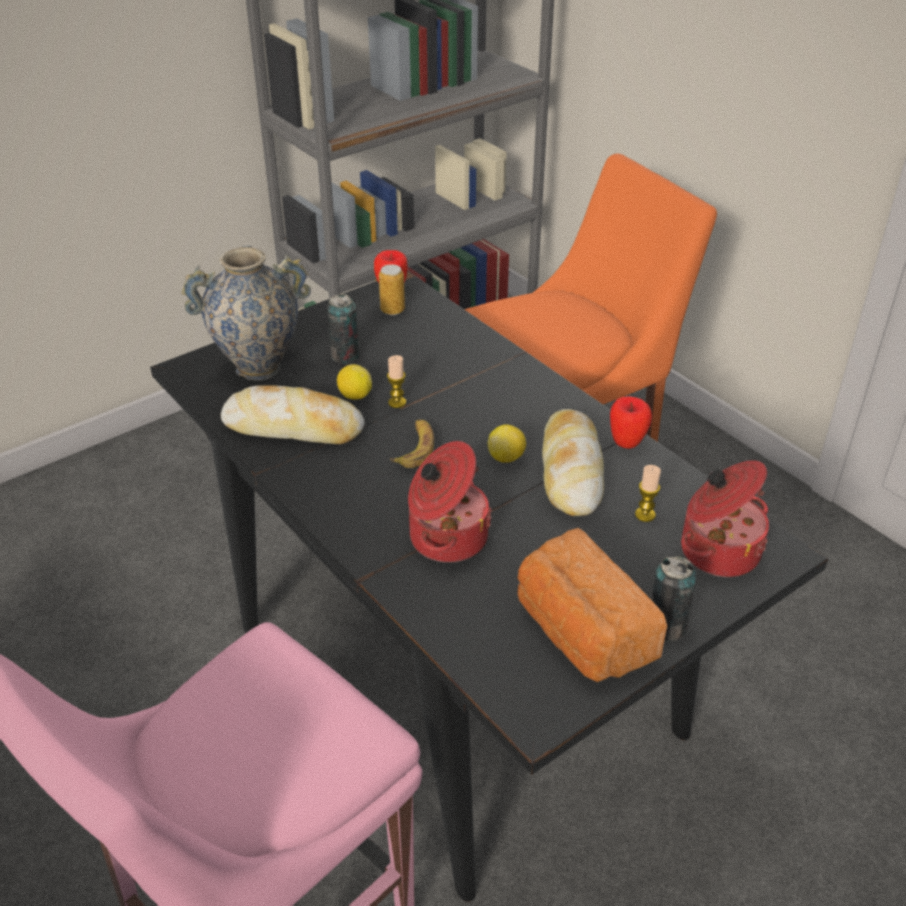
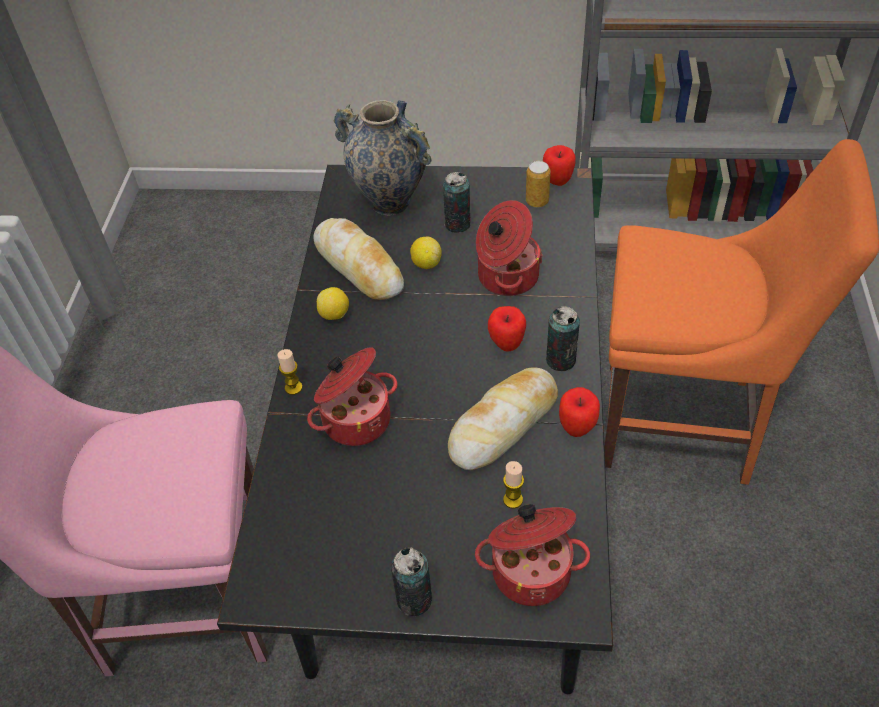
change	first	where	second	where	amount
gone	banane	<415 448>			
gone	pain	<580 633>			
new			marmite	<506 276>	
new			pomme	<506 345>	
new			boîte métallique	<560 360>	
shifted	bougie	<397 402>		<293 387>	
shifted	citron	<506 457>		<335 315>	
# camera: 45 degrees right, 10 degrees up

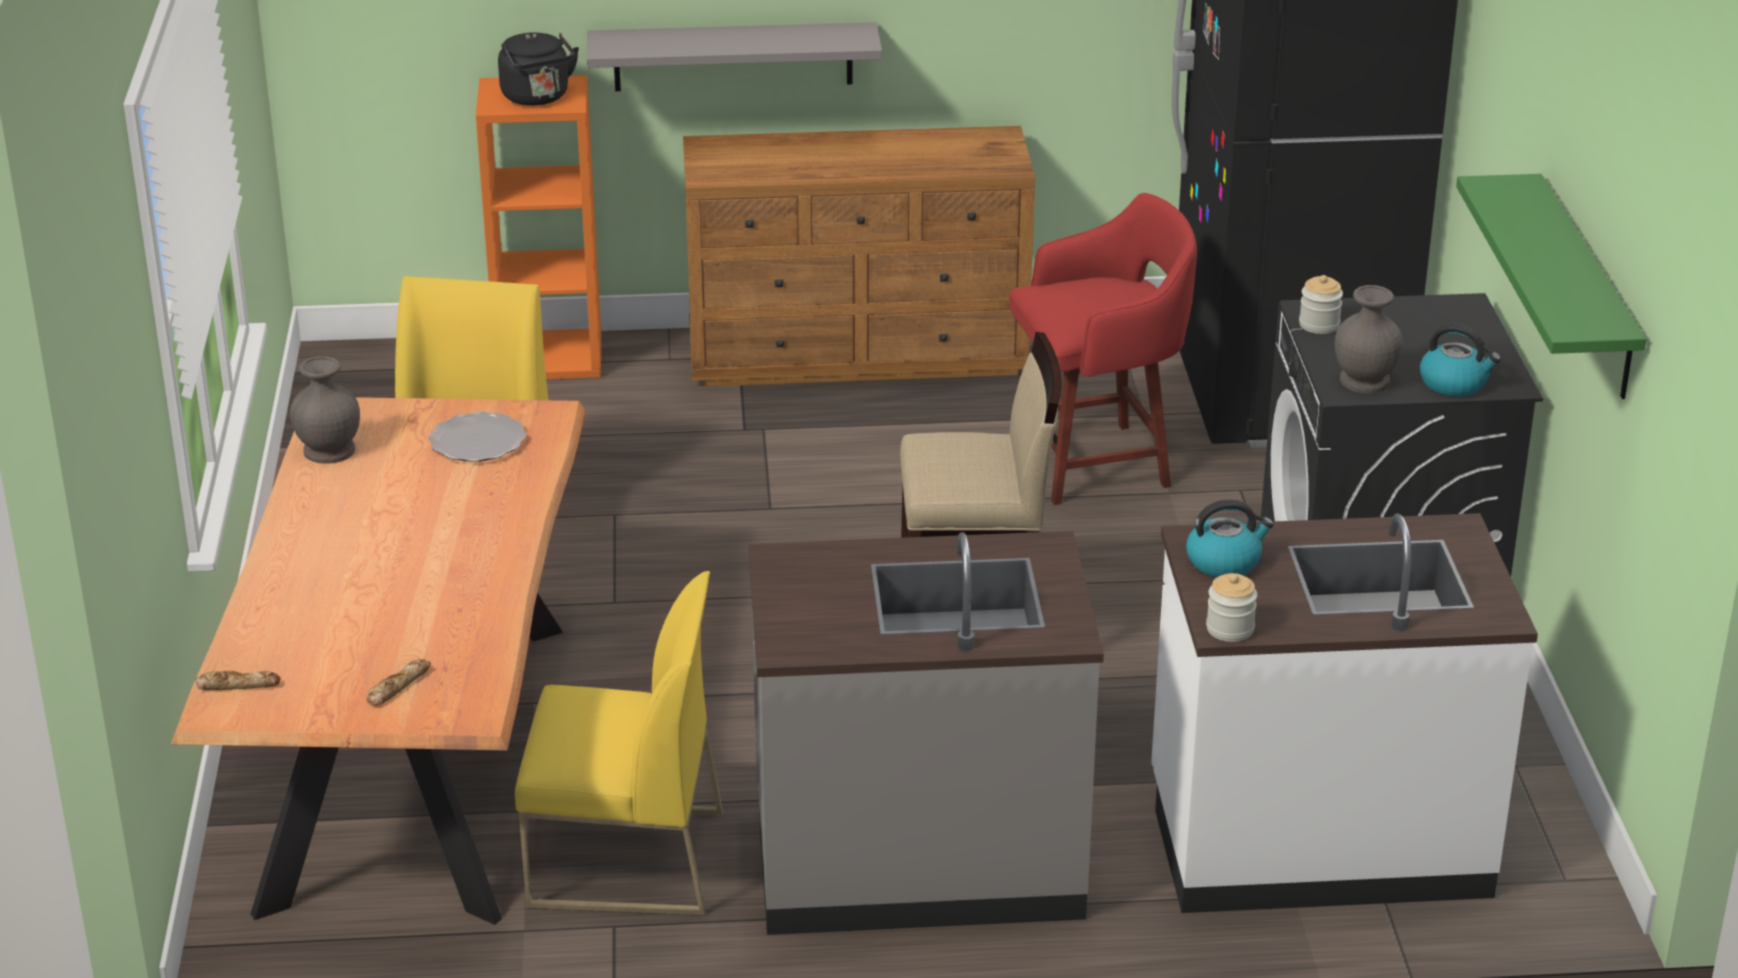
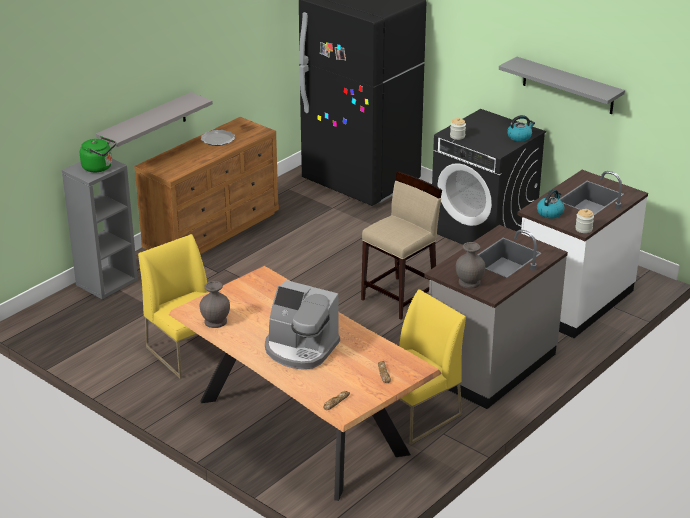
change	first	where	second	where	amount
gone	tabouret (rouge)	<1097 463>			
new			machine à café	<300 349>	
shifted	assiette	<477 442>		<217 139>	
shifted	vase (gris)	<1364 380>		<469 282>	
repainted	bibliothèque (orange)	<550 357>	bibliothèque (gris)	<107 282>	
repainted	bouilloire (noir)	<538 98>	bouilloire (vert)	<99 167>	
repainted	étagère (vert)	<1586 288>	étagère (gris)	<568 86>	
# camera: 45 degrees left, 0 degrees up

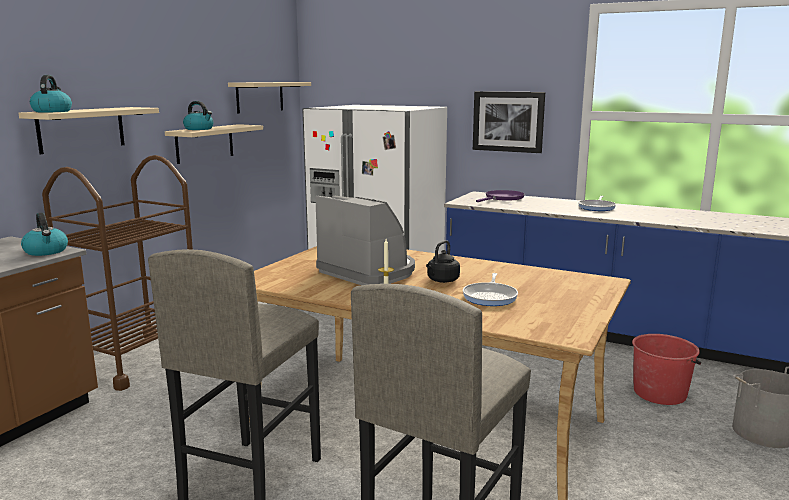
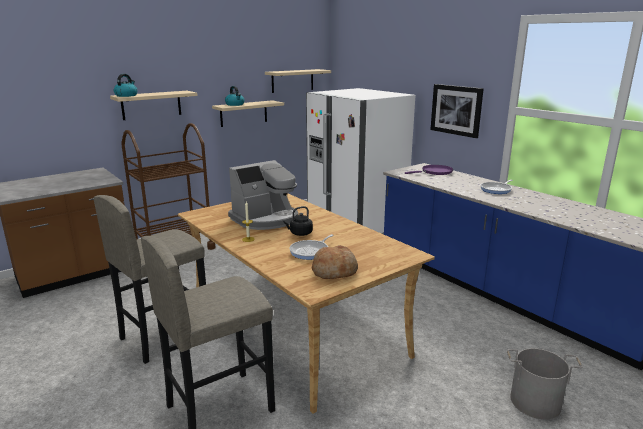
change	first	where	second	where	amount
gone	bouilloire	<46 251>			
gone	seau (rouge)	<660 393>			
new			pain	<334 271>	
rotated	machine à café	<369 272>		<266 219>	75 degrees clockwise
# camera: 25 degrees right, 5 degrees up

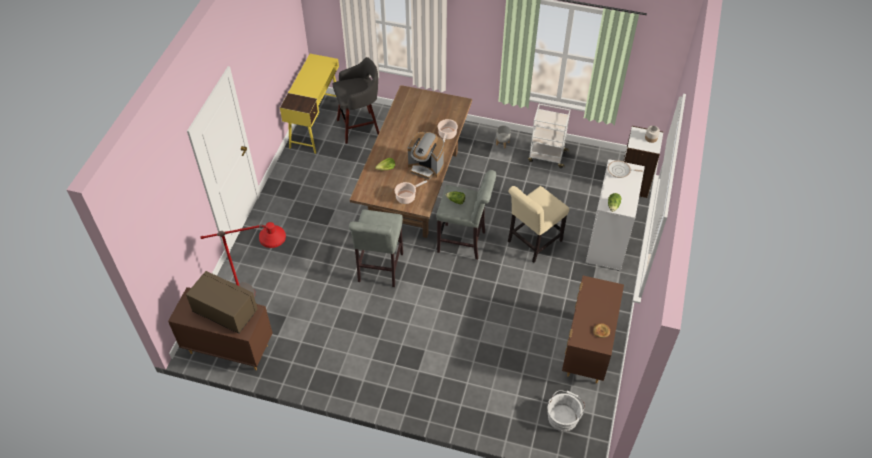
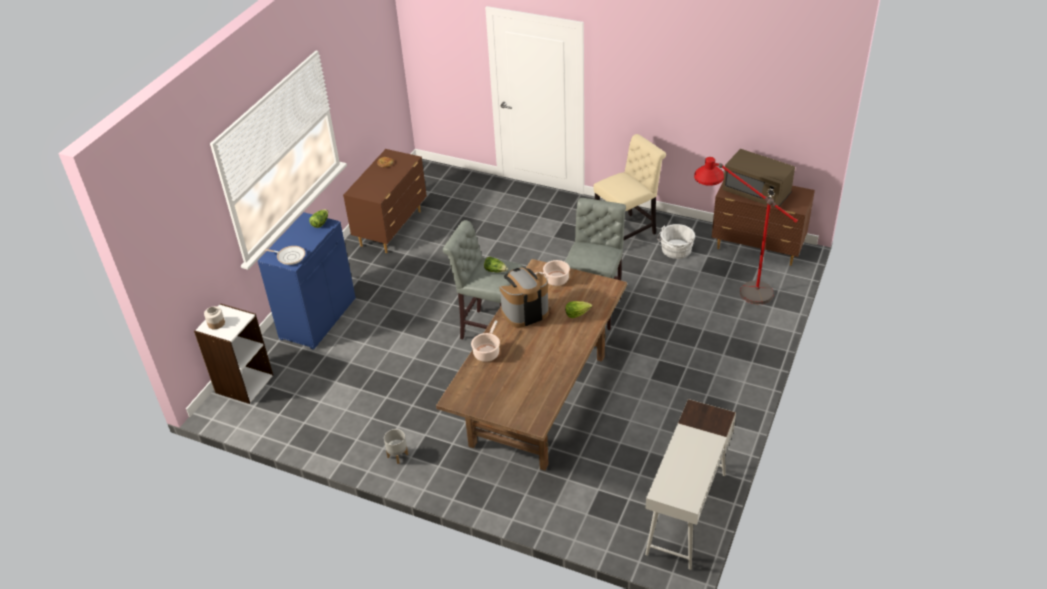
change	first	where	second	where	amount
gone	tabouret (gris)	<360 127>			
gone	chariot (blanc)	<546 156>			
shifted	chaise (beige)	<532 242>		<628 231>	
shifted	seau (blanc)	<563 416>		<675 250>	
repainted	bureau (jaune)	<315 124>	bureau (blanc)	<686 514>	
repainted	meuble de rangement (blanc)	<608 242>	meuble de rangement (bleu)	<317 318>	
rotated	machine à café	<426 167>		<525 312>	60 degrees counterclockwise
# camera: 170 degrees left, 10 degrees down

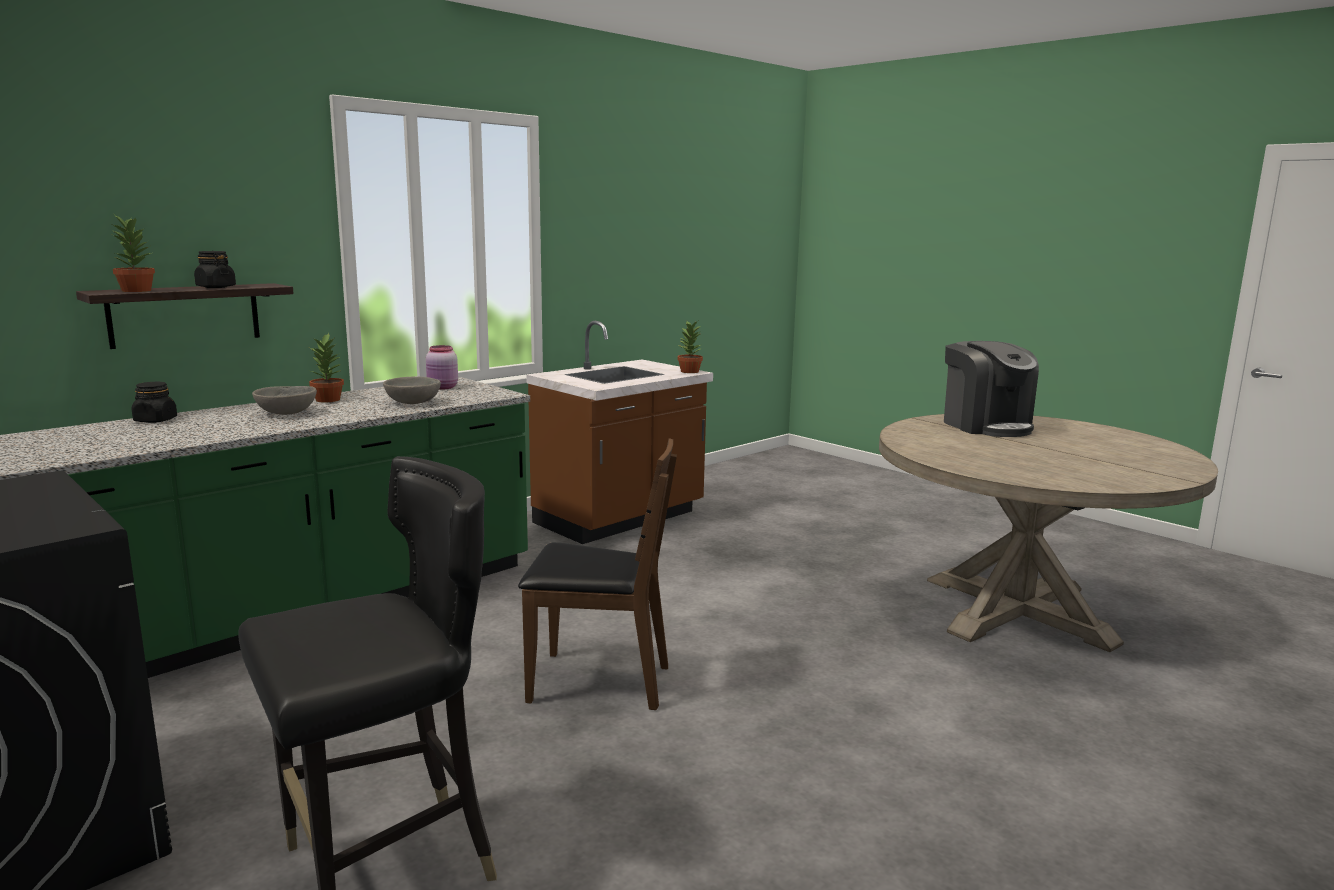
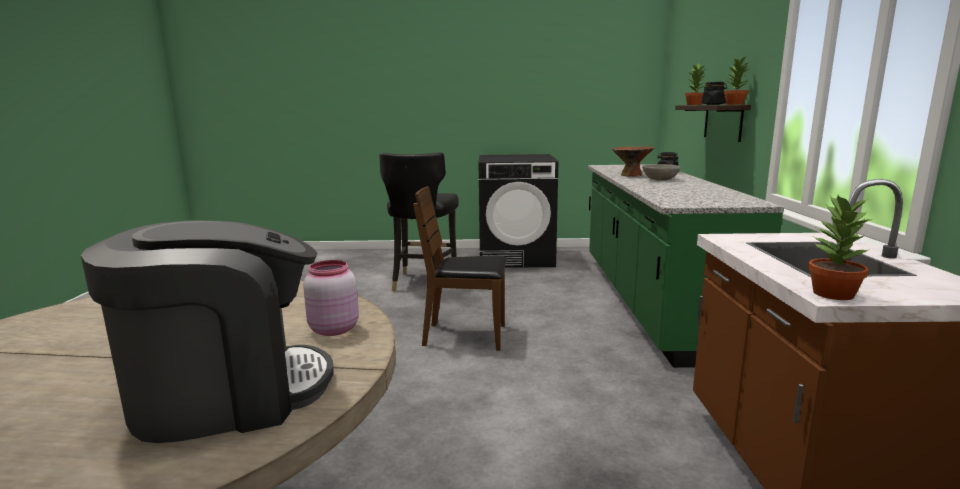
change	first	where	second	where	amount
gone	bol (gris)	<413 402>			
new			bol (marron)	<631 175>	
shifted	plante en pot	<328 400>		<734 104>	
shifted	bocal (rose)	<443 387>		<332 329>	
rotated	chaise (marron)	<598 682>		<466 336>	45 degrees clockwise
rotated	machine à café	<986 426>		<229 393>	135 degrees clockwise
# camera: 135 degrees right, 0 degrees up

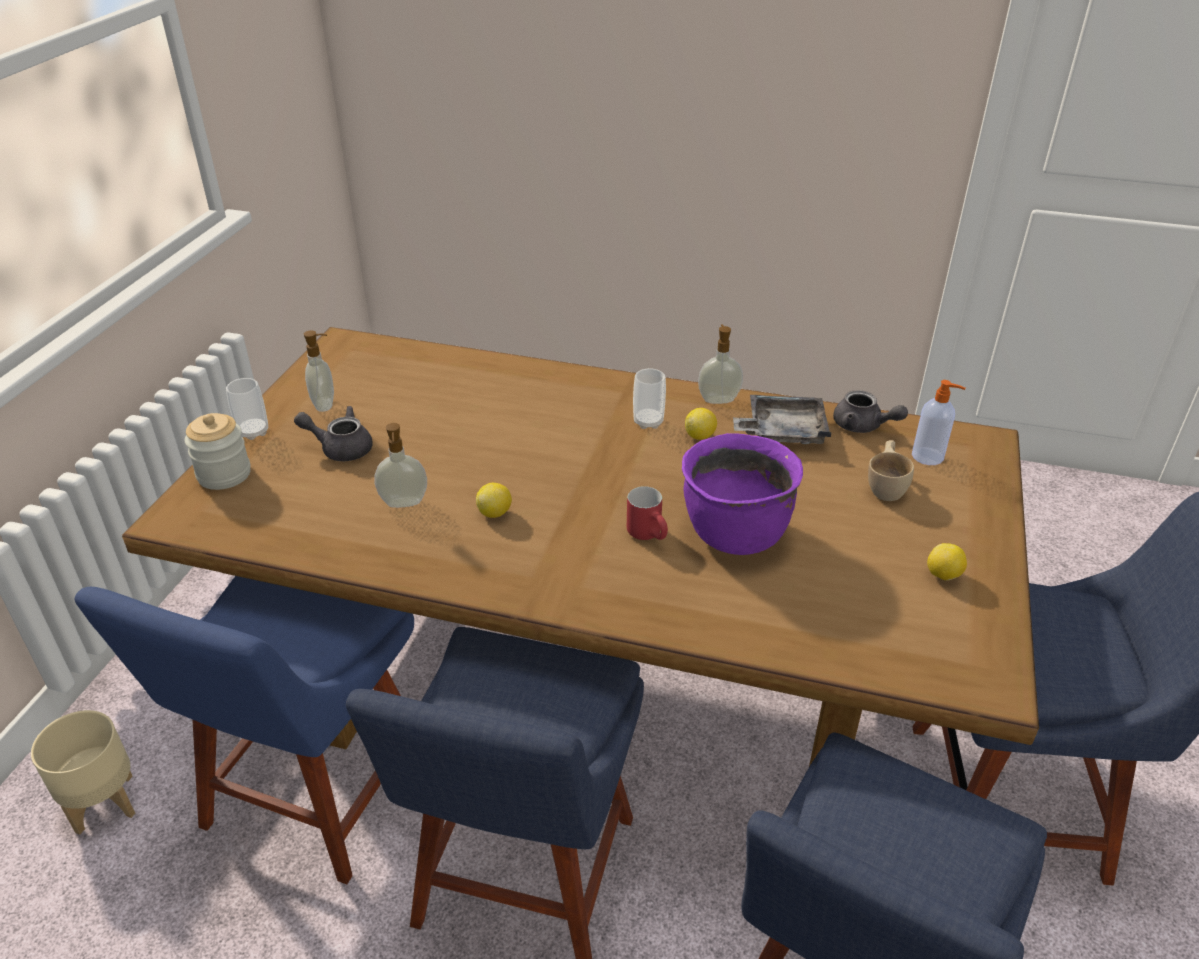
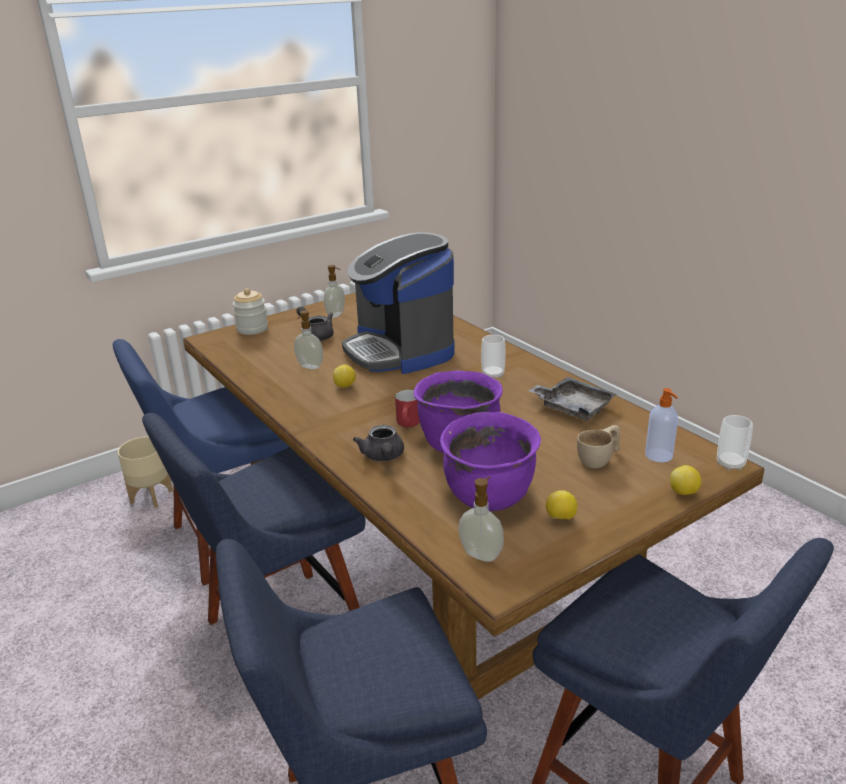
change	first	where	second	where	amount
new			machine à café	<400 350>	
new			marmite (violet)	<490 497>	
shifted	tasse	<253 432>		<730 464>	
shifted	citron	<700 436>		<684 492>	
shifted	distributeur de savon	<718 399>		<481 554>	
shifted	théière (gris)	<863 426>		<383 457>	
# camera: 40 degrees right, 10 degrees down

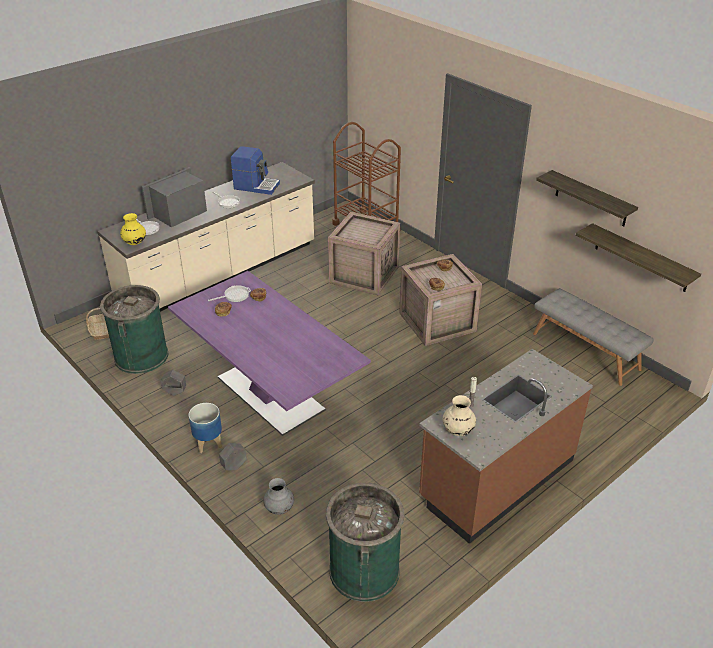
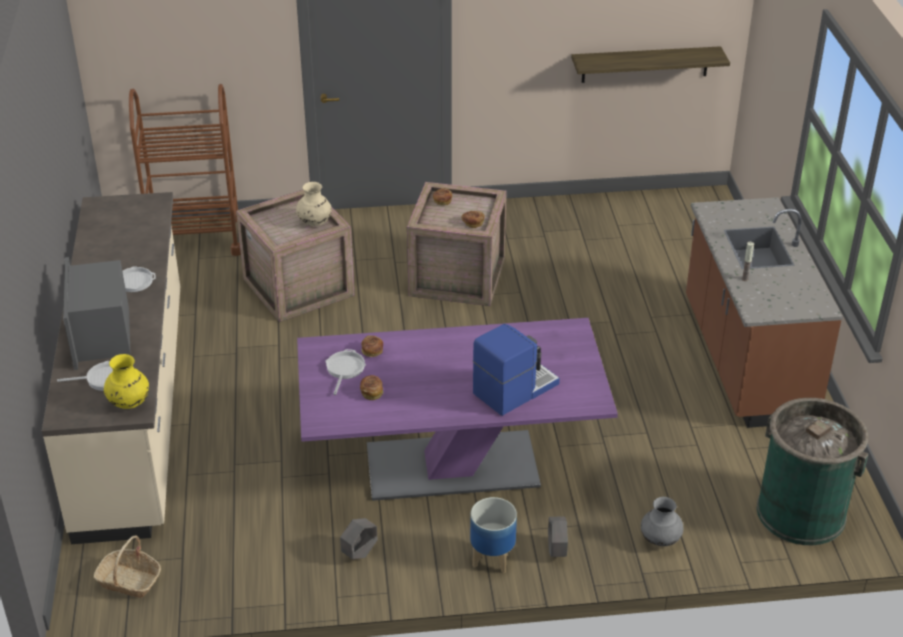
change	first	where	second	where	amount
gone	poubelle (vert)	<141 356>			
gone	banc (gris)	<586 351>			
gone	étagère	<591 199>			
shifted	machine à café	<256 186>		<514 388>	
shifted	vase (beige)	<457 430>		<314 223>	
# camera: 55 degrees left, 0 degrees up

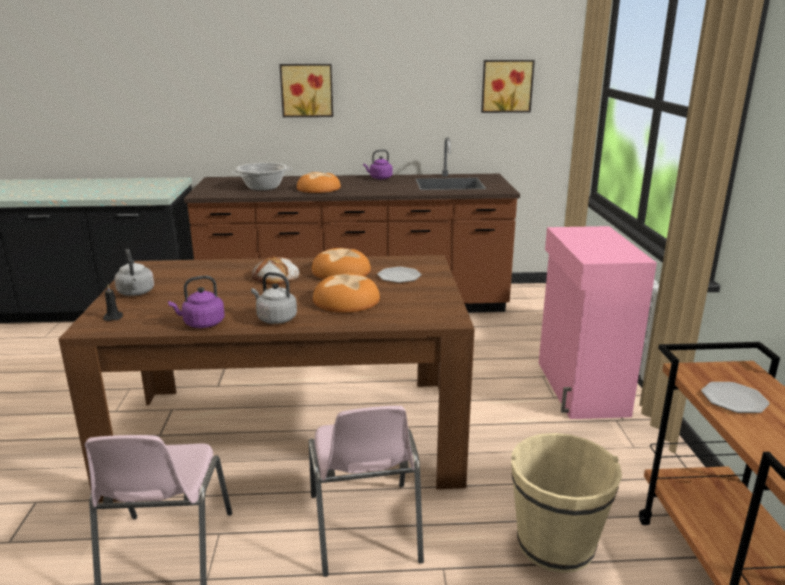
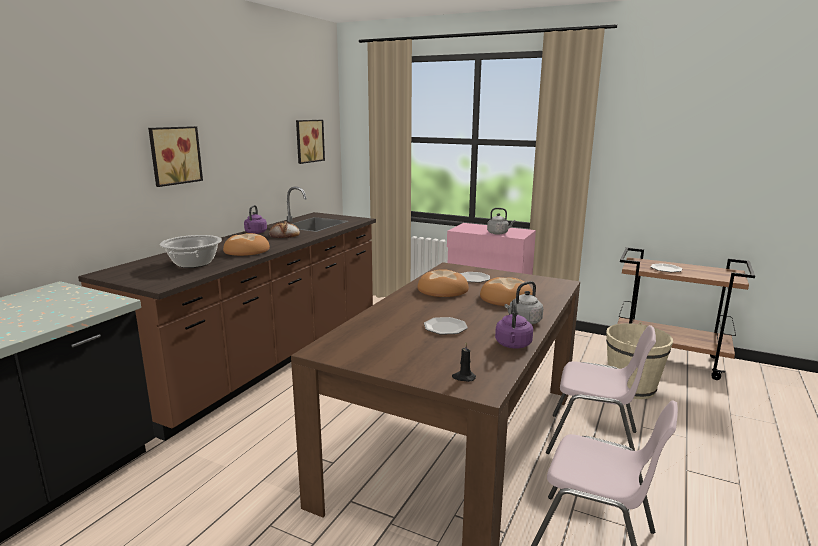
change	first	where	second	where	amount
new			assiette	<445 327>	
shifted	bouilloire (gris)	<136 293>		<498 233>	
shifted	pain	<275 277>		<285 235>	
# camera: 60 degrees left, 5 degrees down

